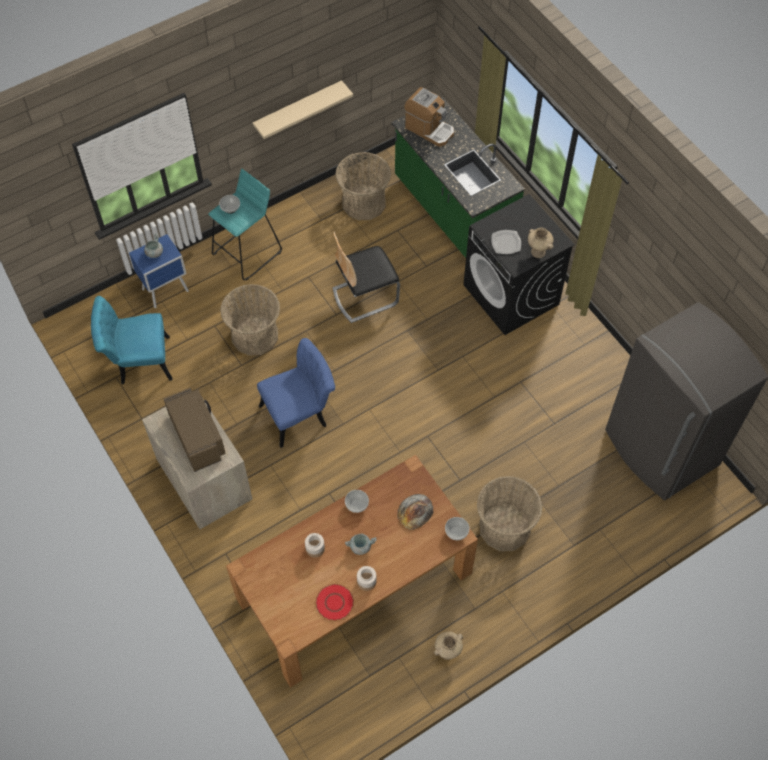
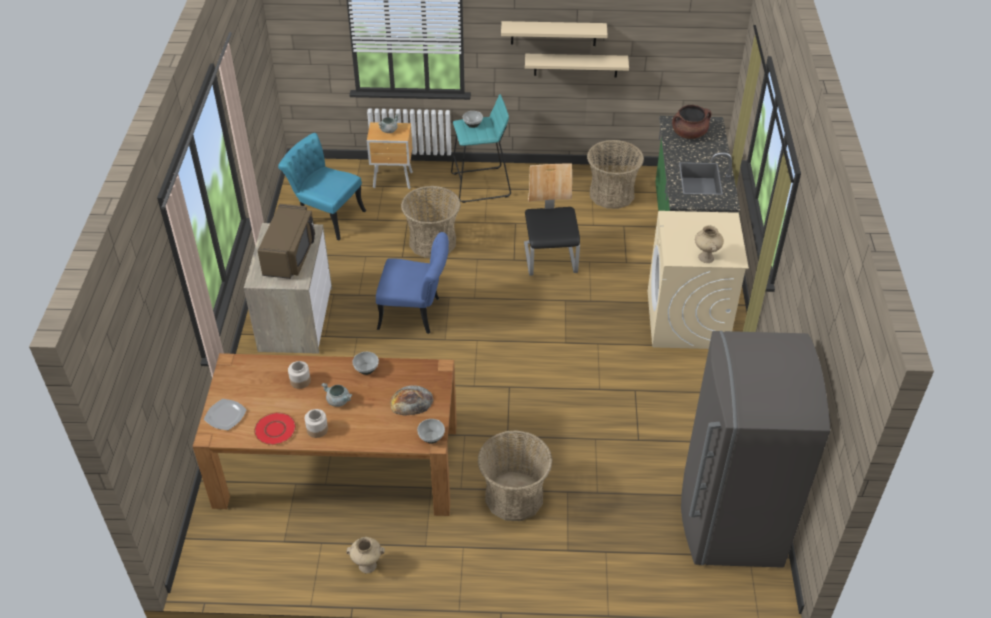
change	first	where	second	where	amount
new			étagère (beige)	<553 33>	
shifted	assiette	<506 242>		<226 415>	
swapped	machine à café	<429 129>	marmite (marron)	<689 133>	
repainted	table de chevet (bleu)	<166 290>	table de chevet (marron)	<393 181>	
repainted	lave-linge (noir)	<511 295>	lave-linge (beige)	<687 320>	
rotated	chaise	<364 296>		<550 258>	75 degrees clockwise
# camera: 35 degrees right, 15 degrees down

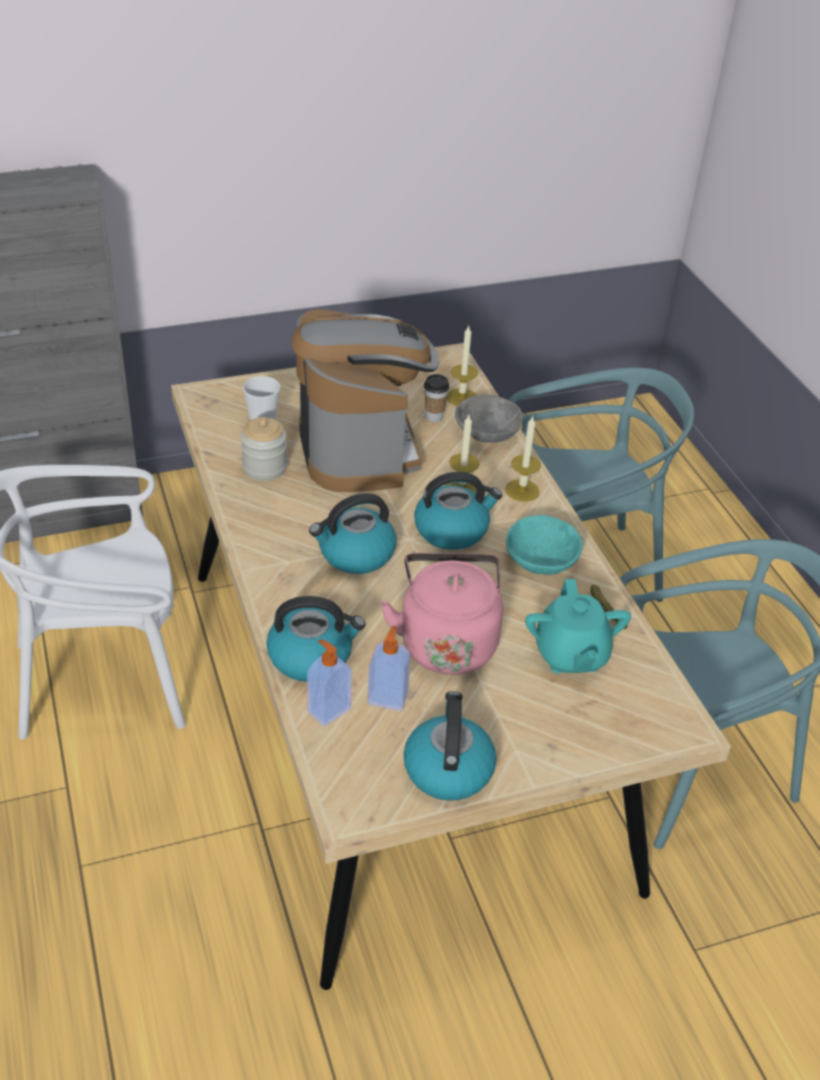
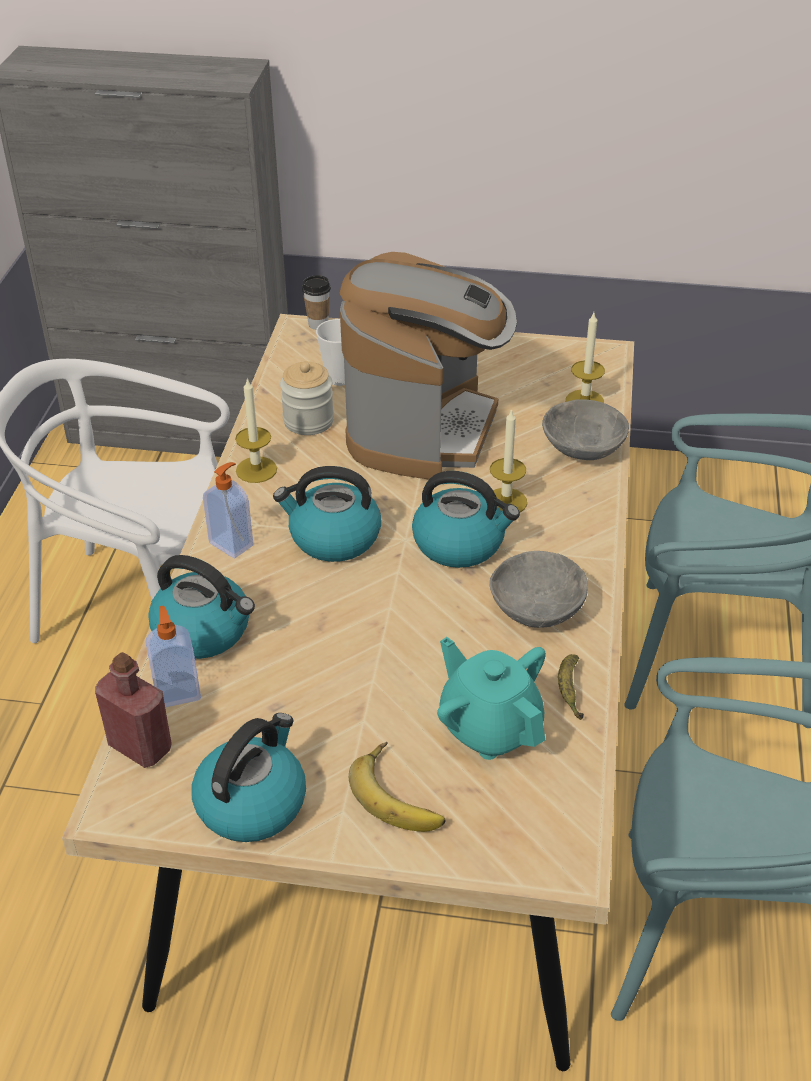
change	first	where	second	where	amount
gone	bouilloire (rose)	<447 641>			
new			bouteille (rouge)	<140 746>	
new			banane	<401 794>	
shifted	distributeur de savon	<388 697>		<232 543>	
shifted	tasse	<434 417>		<318 324>	
shifted	bougie	<522 490>		<256 470>	
repainted	bol (turquoise)	<541 560>	bol (gris)	<538 608>	
rotated	théière (turquoise)	<570 655>		<490 727>	120 degrees clockwise
# camera: 30 degrees right, 0 degrees up

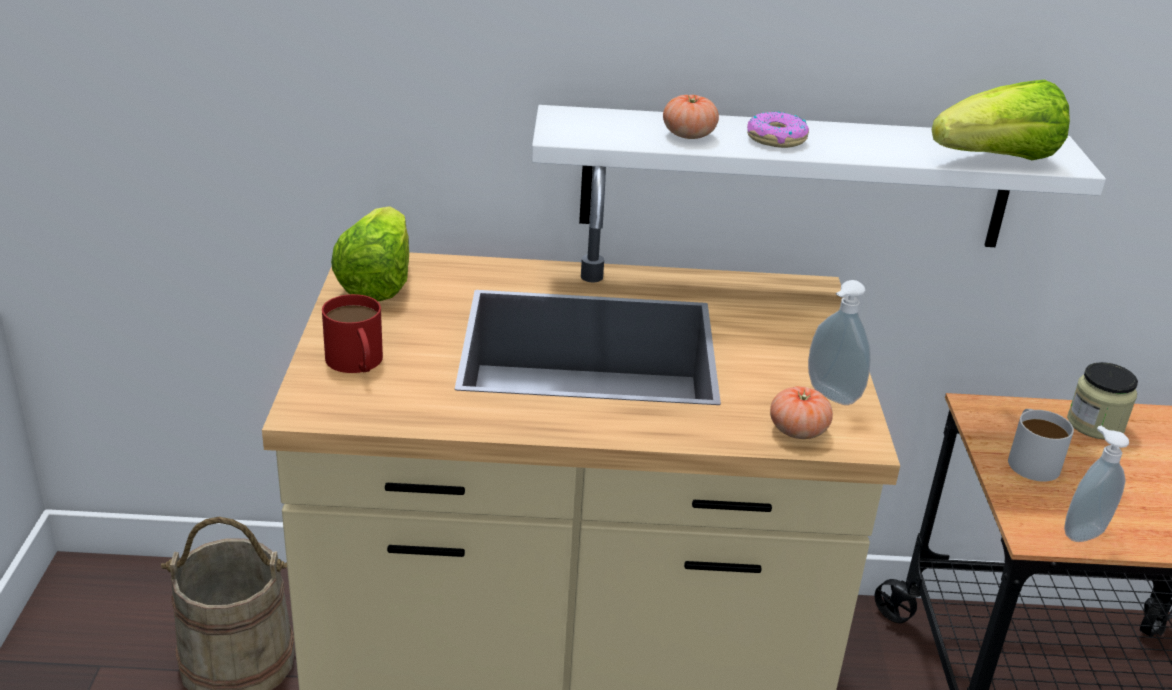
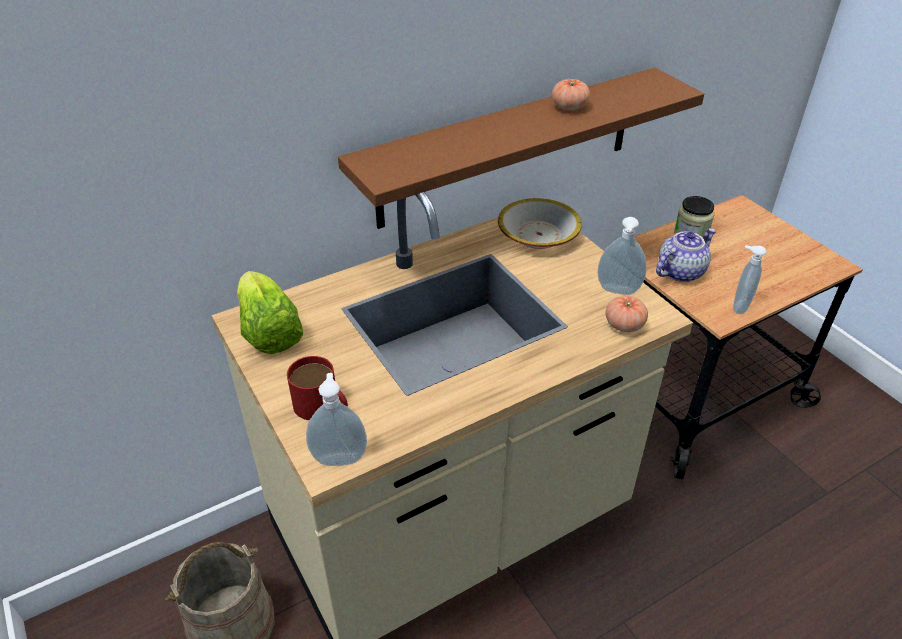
change	first	where	second	where	amount
gone	beignet	<776 139>			
gone	laitue	<998 160>			
new			distributeur de savon	<339 457>	
new			bol	<539 235>	
shifted	tomate	<688 135>		<569 107>	
swapped	mug (blanc)	<1030 459>	théière	<680 271>	
repainted	étagère (blanc)	<795 178>	étagère (marron)	<508 147>	
# camera: 30 degrees left, 10 degrees up

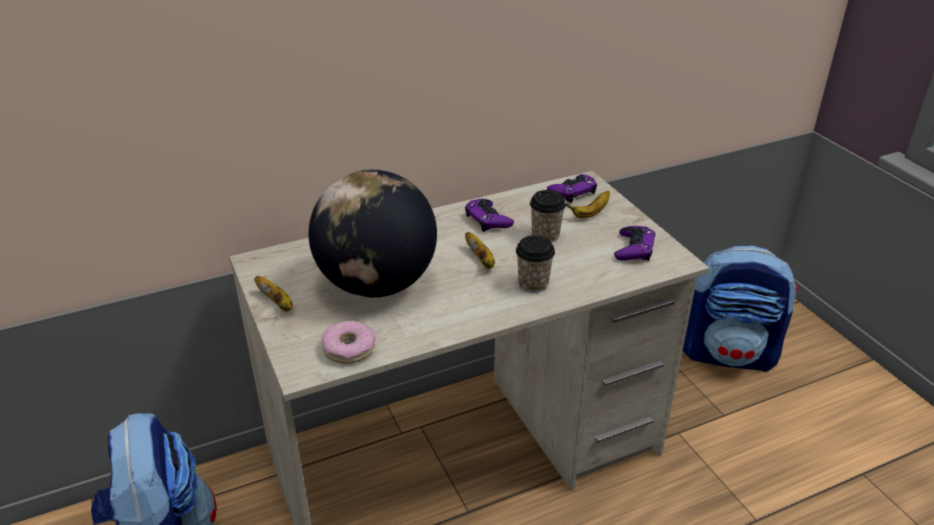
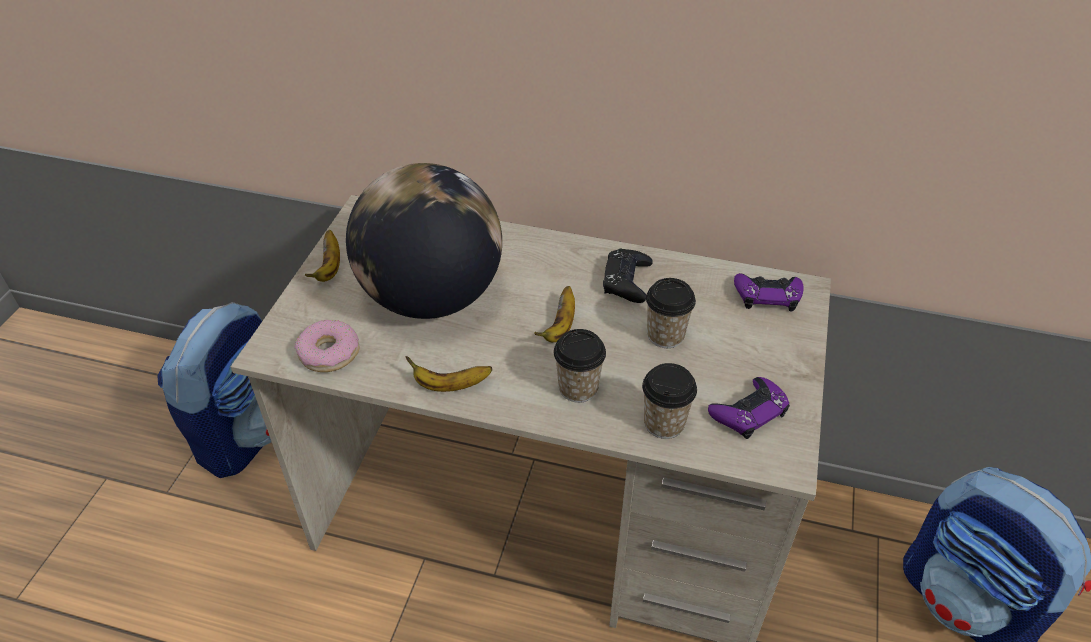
change	first	where	second	where	amount
new			tasse	<664 423>	
shifted	banane	<590 213>		<450 385>	
repainted	manette (violet)	<488 220>	manette (noir)	<627 281>	
# camera: 40 degrees right, 10 degrees up

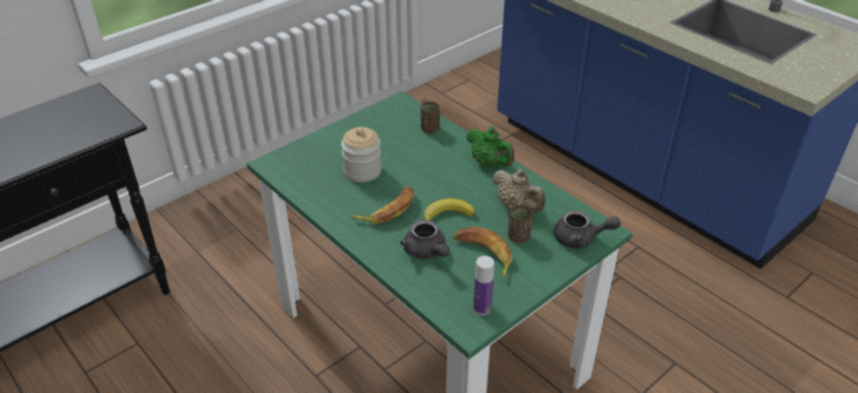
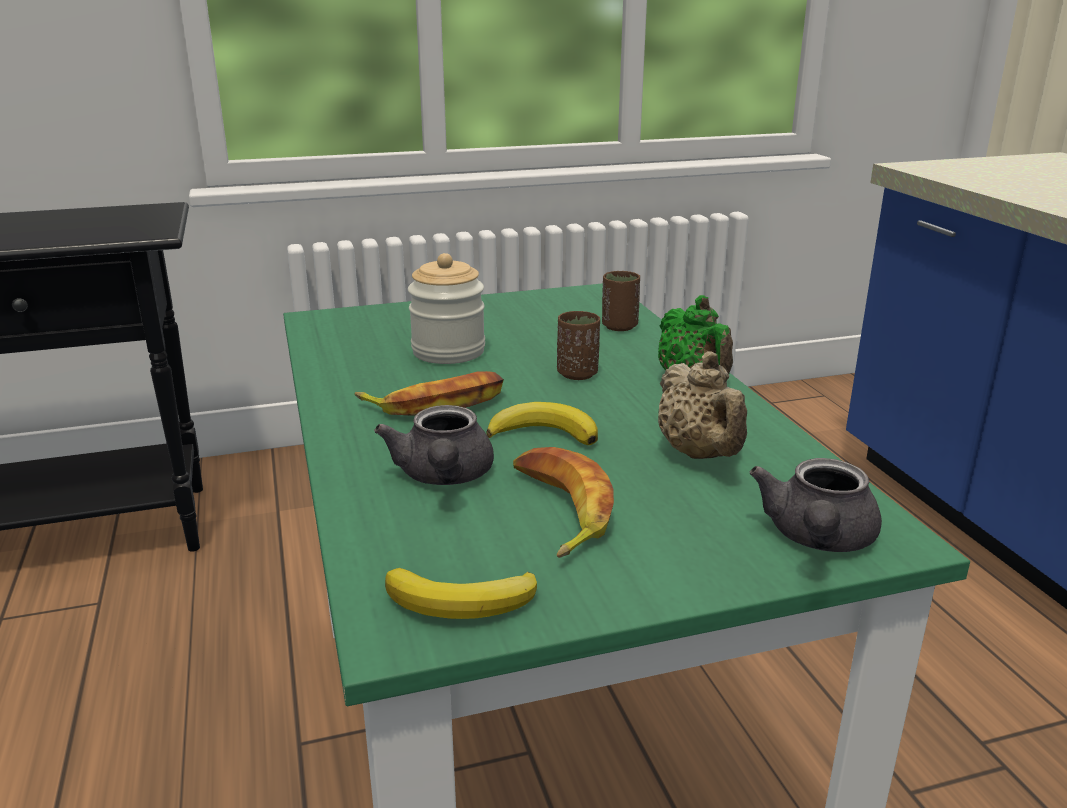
change	first	where	second	where	amount
shifted	tasse (marron)	<518 237>		<577 374>	
swapped	bouteille	<482 308>	banane	<463 602>	
rotated	théière (gris)	<580 239>		<817 539>	75 degrees clockwise
# camera: 25 degrees right, 15 degrees down

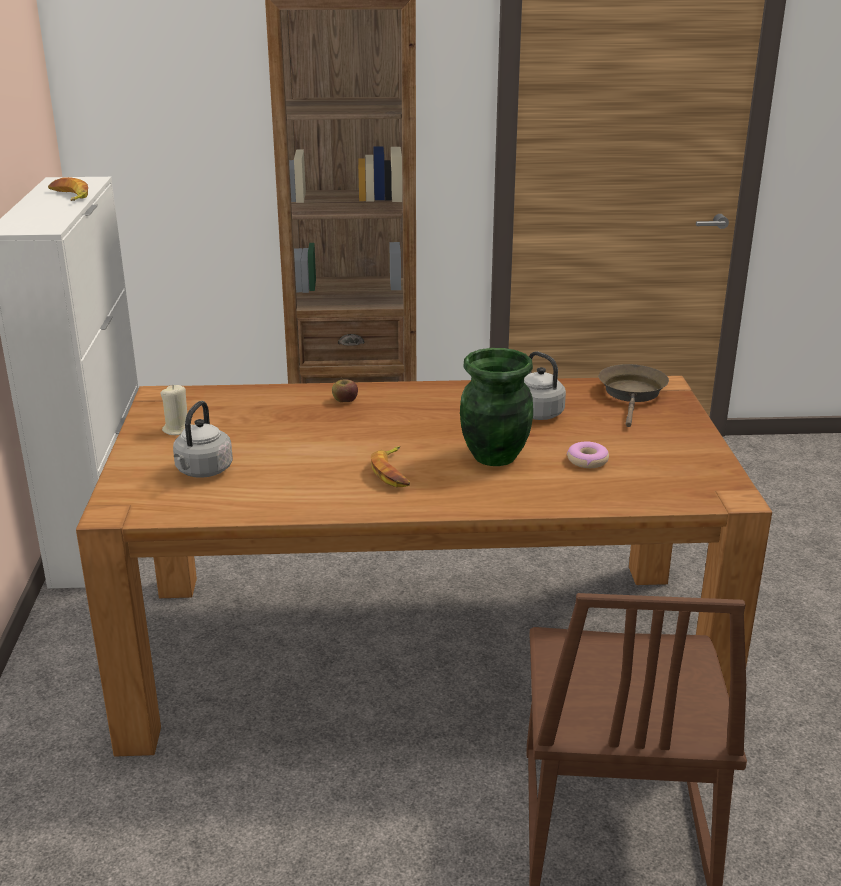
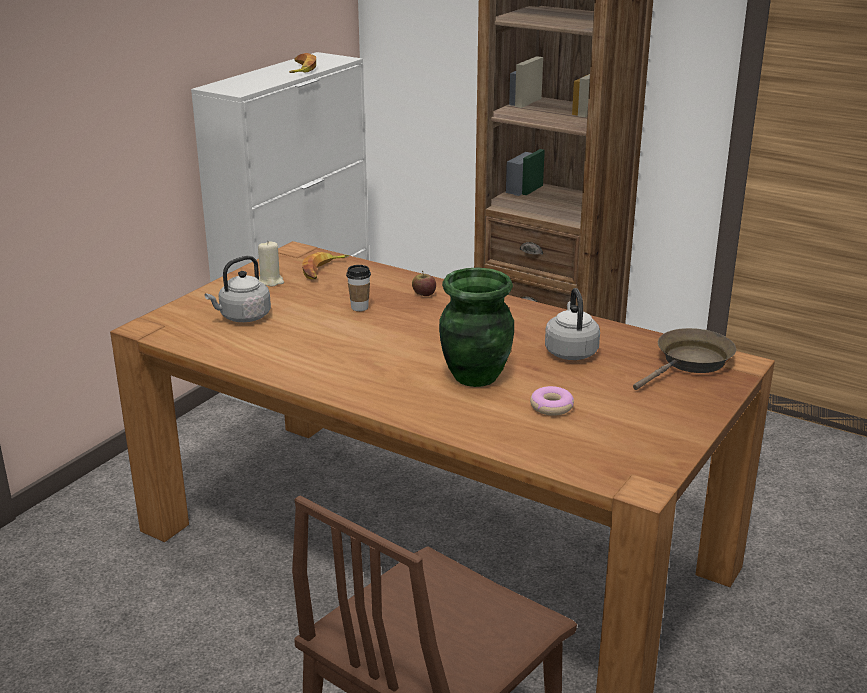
change	first	where	second	where	amount
new			tasse	<359 307>	
shifted	banane	<393 472>		<323 270>	
# camera: 35 degrees right, 0 degrees up

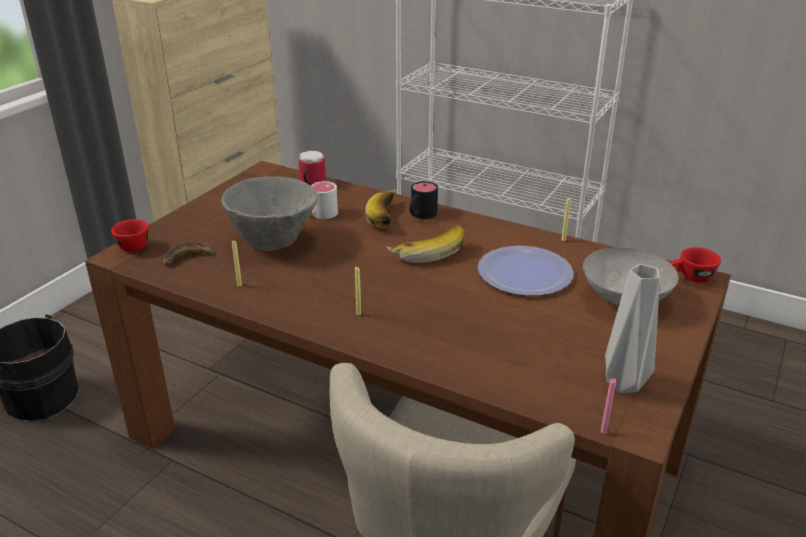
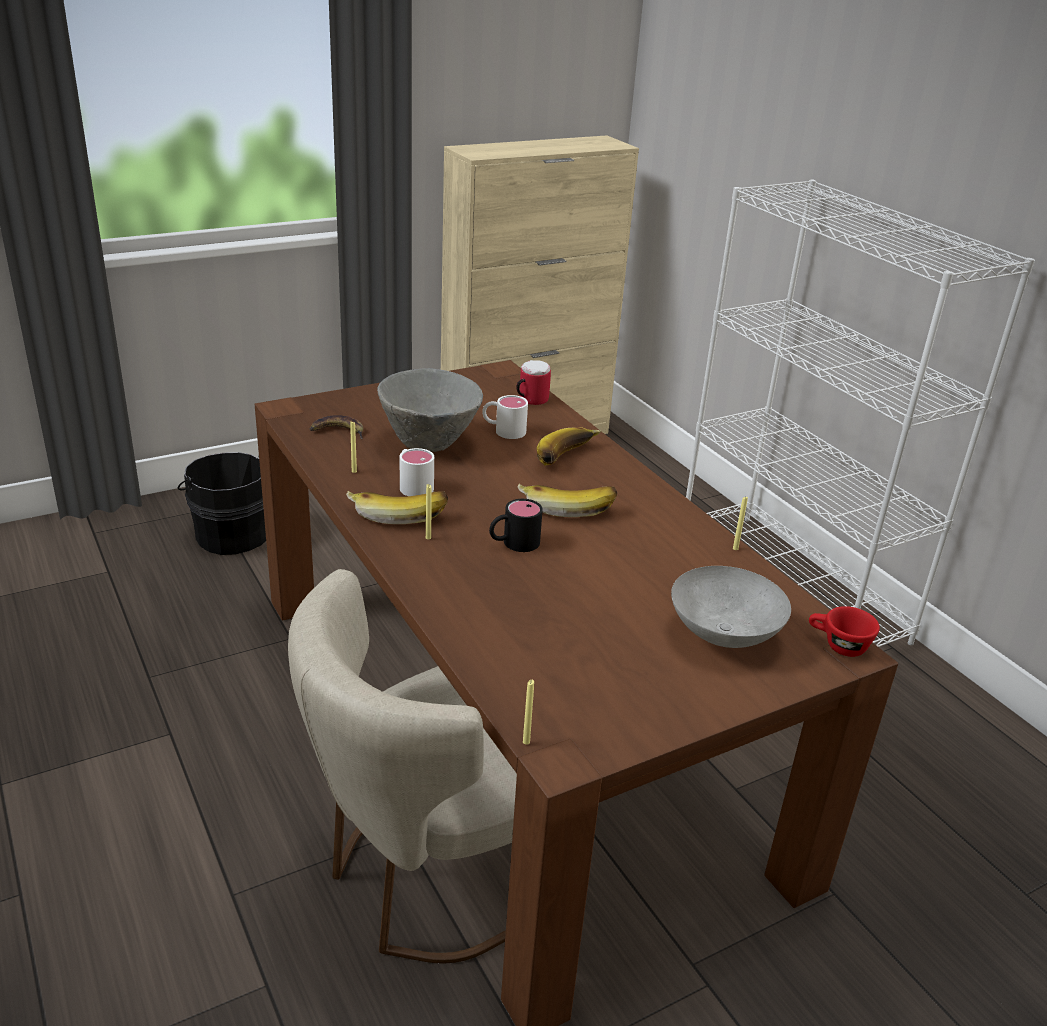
change	first	where	second	where	amount
gone	tasse (rouge)	<132 245>			
gone	assiette	<524 273>			
gone	vase (gris)	<624 385>			
new			banane	<399 513>	
new			mug (blanc)	<413 485>	
shifted	mug (noir)	<420 215>		<513 543>	
repainted	bougie (rose)	<603 431>	bougie (jaune)	<526 742>	
# camera: 30 degrees right, 0 degrees up

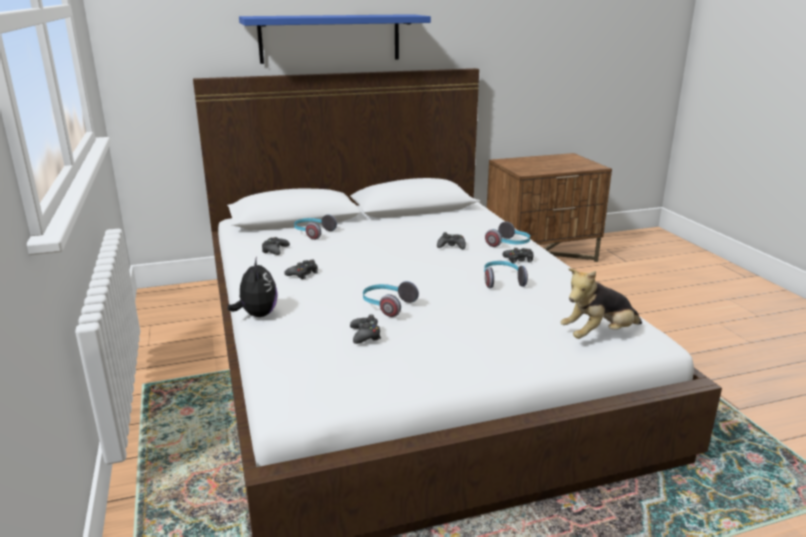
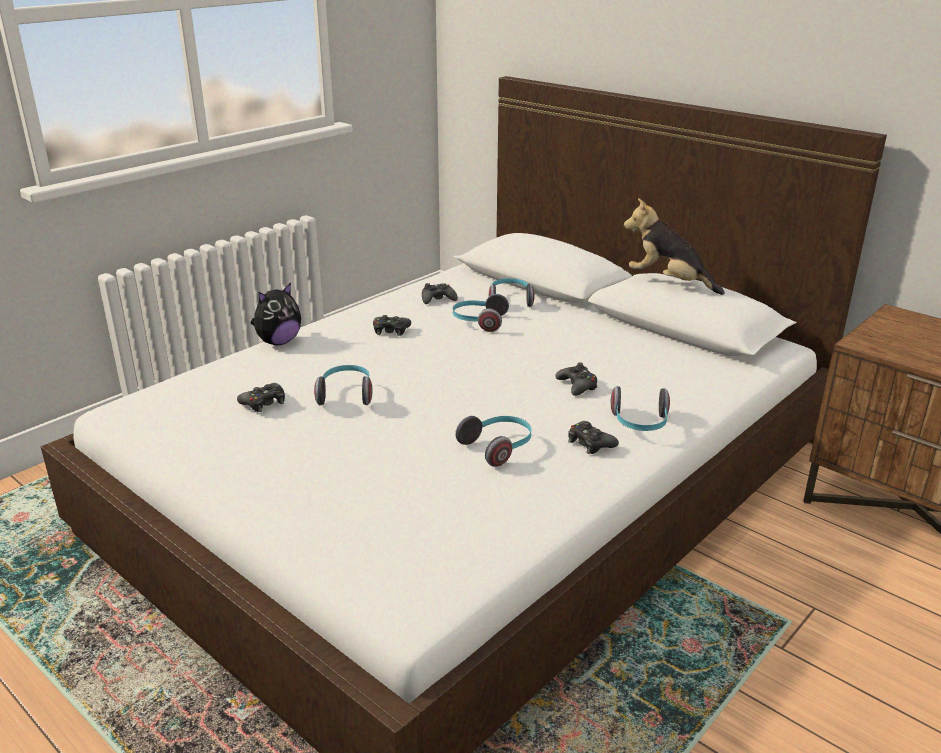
change	first	where	second	where	amount
gone	étagère (bleu)	<330 38>			
new			casque audio	<479 322>	
shifted	peluche	<598 335>		<668 282>	
# camera: 60 degrees right, 5 degrees up

